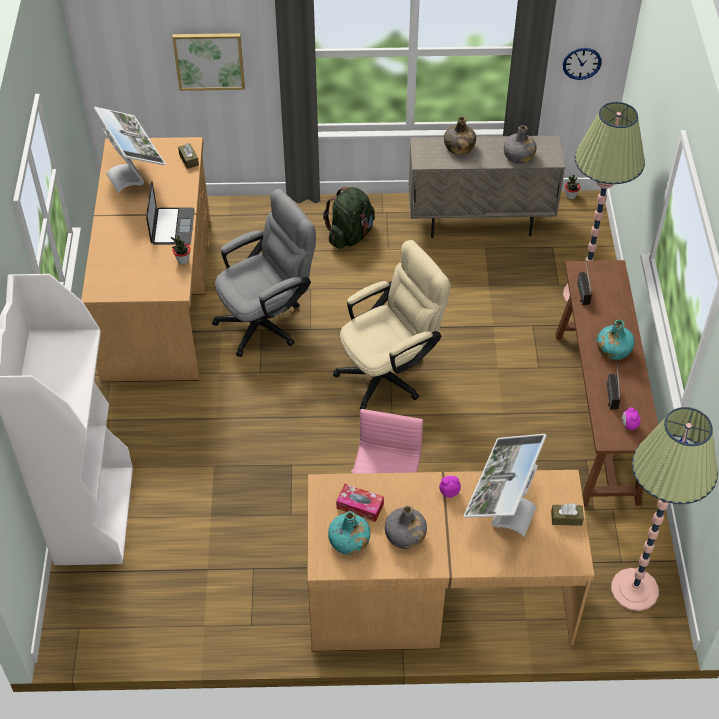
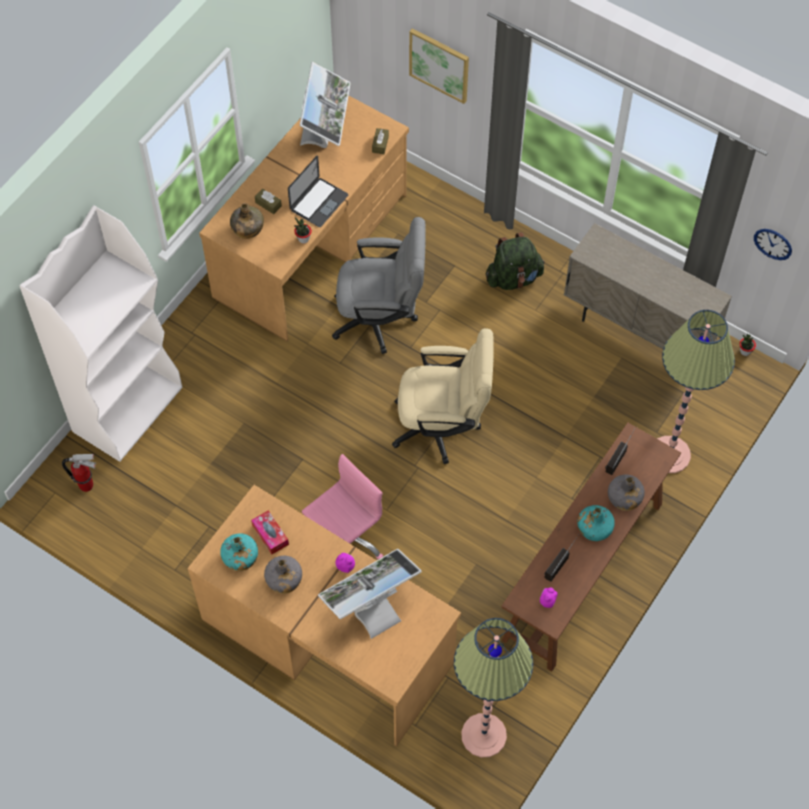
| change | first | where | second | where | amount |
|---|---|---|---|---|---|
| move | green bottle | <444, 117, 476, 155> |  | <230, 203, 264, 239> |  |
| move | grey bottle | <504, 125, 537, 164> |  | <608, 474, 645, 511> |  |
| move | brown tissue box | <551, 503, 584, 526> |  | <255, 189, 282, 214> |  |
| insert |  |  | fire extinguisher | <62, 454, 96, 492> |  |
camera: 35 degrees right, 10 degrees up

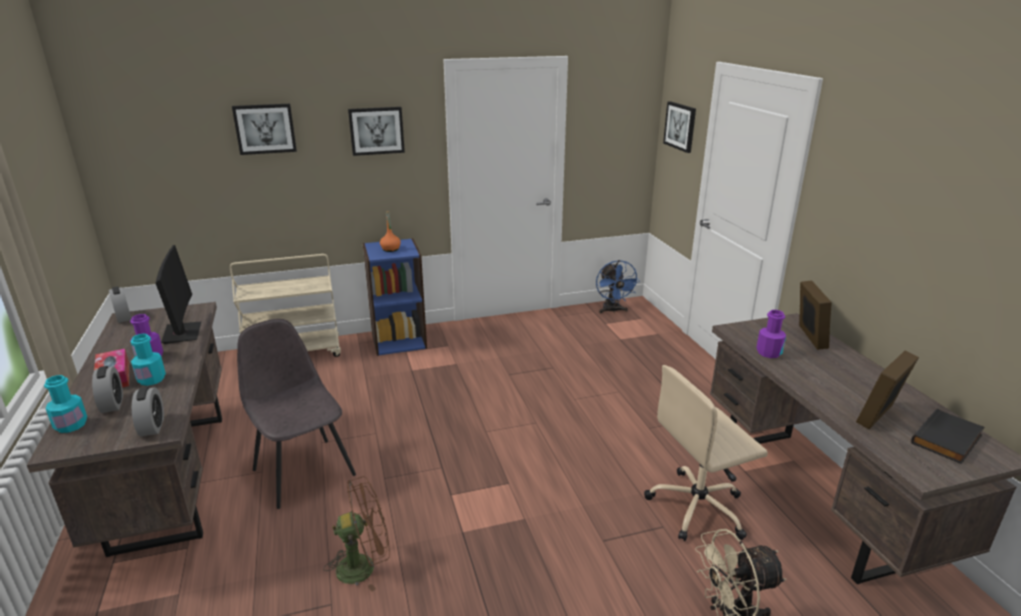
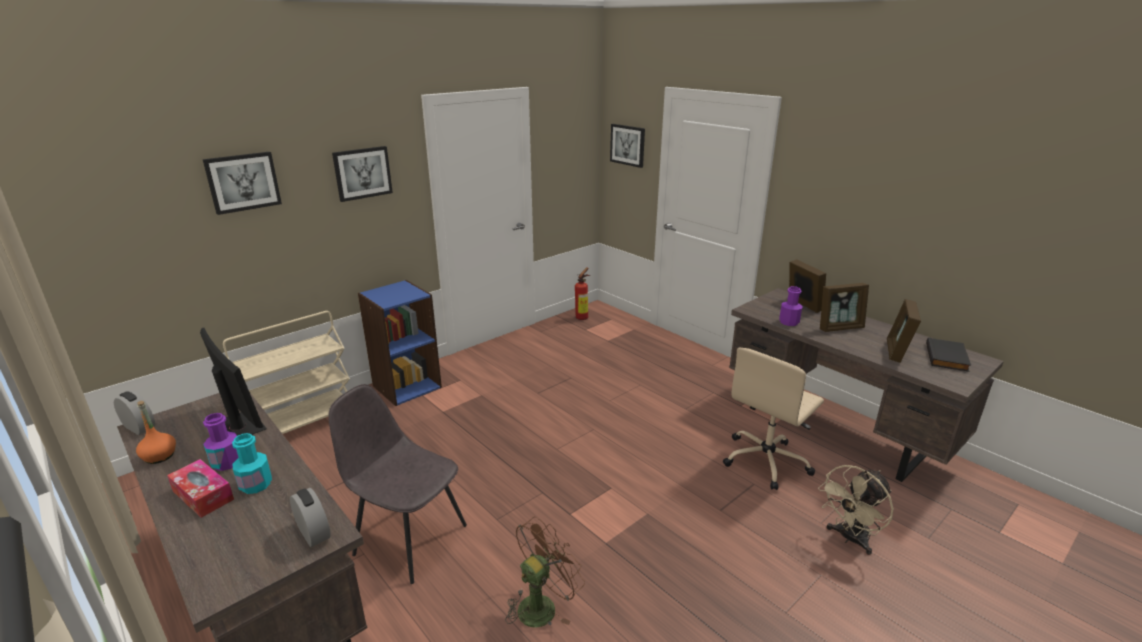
| change | first | where | second | where | amount |
|---|---|---|---|---|---|
| delete | turquoise bottle | <44, 375, 87, 433> |  |  |  |
| delete | alarm clock | <92, 366, 123, 413> |  |  |  |
| move | orange bottle | <380, 211, 401, 252> |  | <136, 401, 176, 464> |  |
| replace | blue fan | <596, 260, 640, 313> | fire extinguisher | <575, 267, 590, 320> |  |
| insert |  |  | picture frame | <820, 283, 869, 332> |  |
camera: 25 degrees left, 0 degrees up

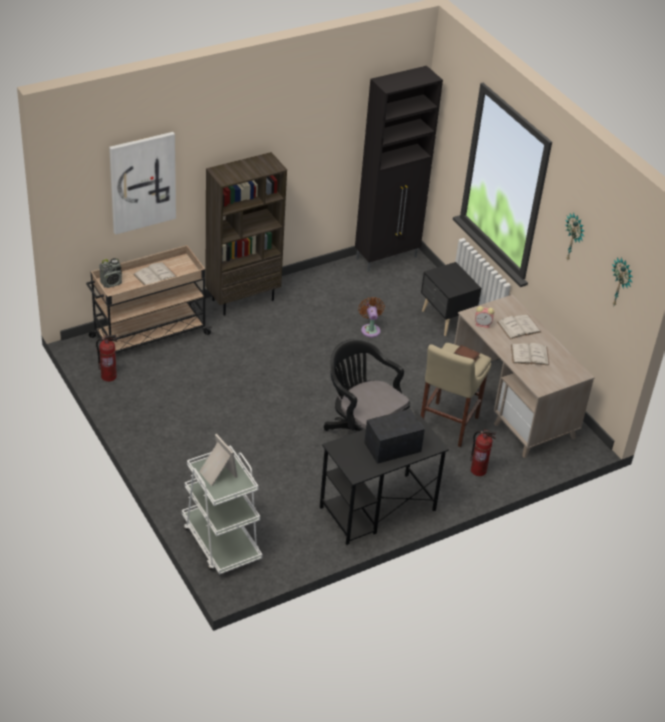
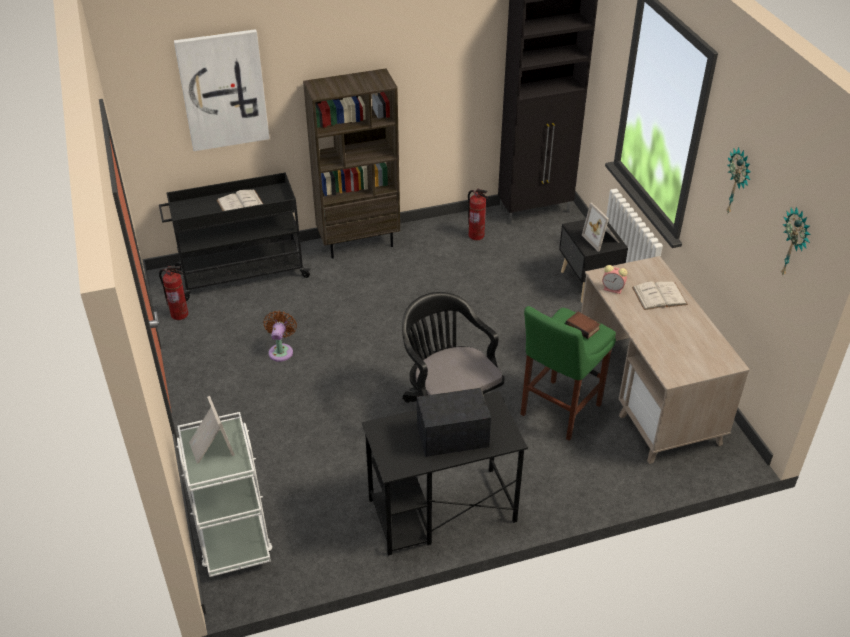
| change | first | where | second | where | amount |
|---|---|---|---|---|---|
| recolor | beige cart | <86, 245, 212, 353> | black cart | <159, 172, 311, 301> |  |
| delete | radio | <99, 258, 122, 288> |  |  |  |
| move | brown fan | <358, 297, 385, 337> |  | <264, 311, 297, 362> |  |
| recolor | beige stool | <421, 343, 491, 447> | green stool | <520, 306, 616, 441> |  |
| move | fire extinguisher | <470, 429, 496, 476> |  | <468, 189, 488, 240> |  |
| delete | white book | <511, 343, 549, 366> |  |  |  |
| insert |  |  | picture frame | <582, 203, 619, 252> |  |
camera: 15 degrees right, 0 degrees up

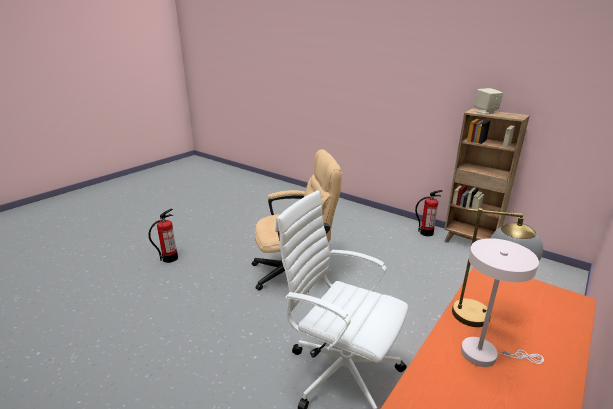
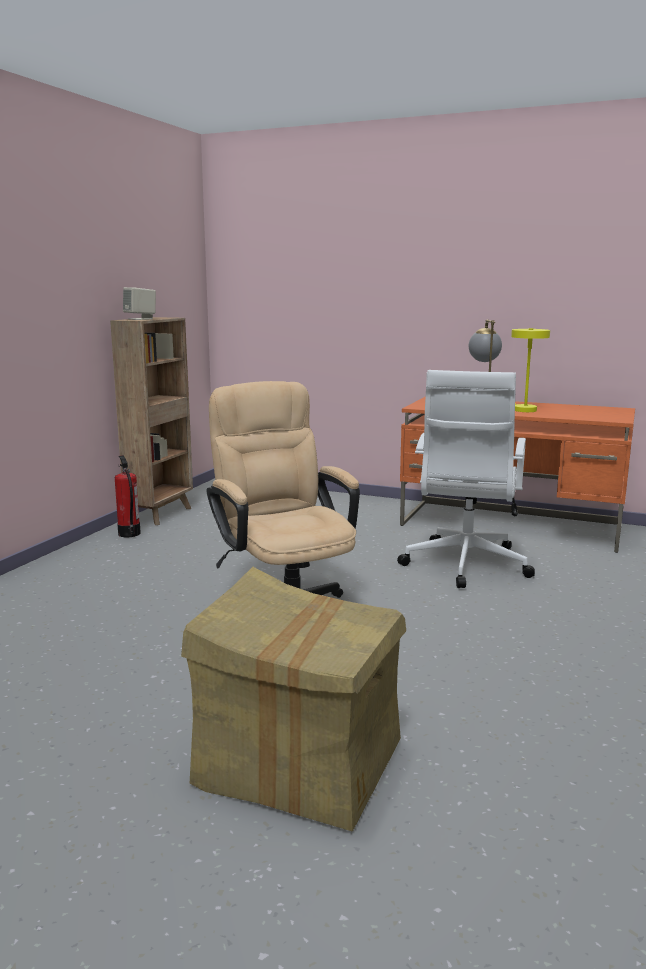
| change | first | where | second | where | amount |
|---|---|---|---|---|---|
| replace | fire extinguisher | <148, 209, 178, 263> | cardboard box | <181, 567, 406, 832> |  |
| recolor | white table lamp | <461, 238, 544, 367> | yellow table lamp | <511, 328, 550, 412> |  |
camera: 105 degrees left, 10 degrees down

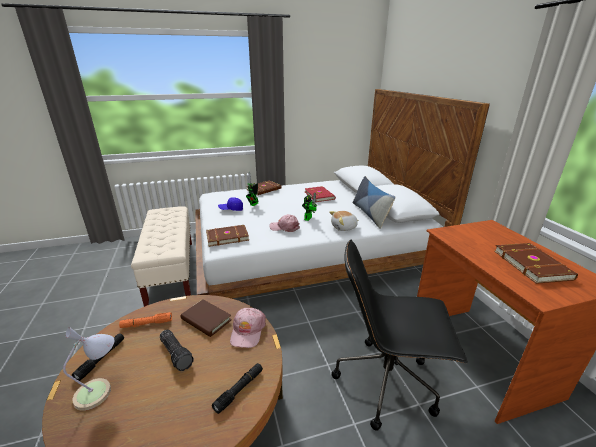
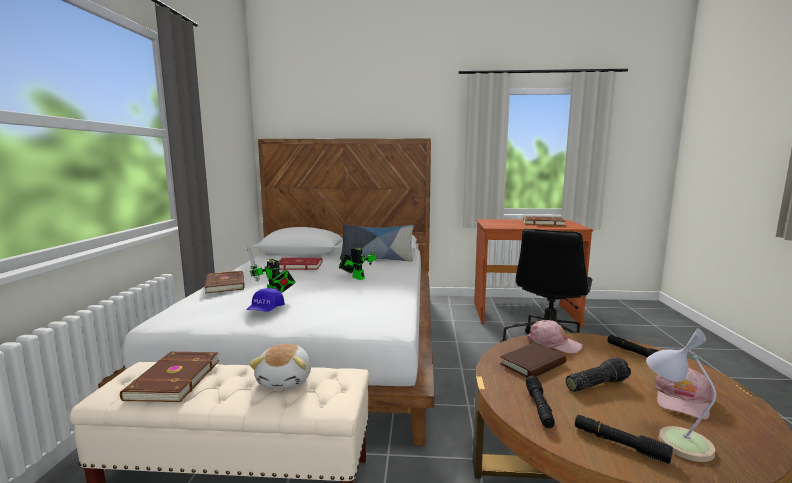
| change | first | where | second | where | amount |
|---|---|---|---|---|---|
| recolor | orange flashlight | <119, 312, 172, 328> | black flashlight | <526, 375, 555, 428> |  |
| move | brown book | <206, 225, 249, 247> |  | <120, 352, 219, 402> |  |
| move | pink cap | <269, 214, 300, 232> |  | <654, 368, 713, 419> |  |
| move | plush toy | <329, 211, 359, 231> |  | <249, 344, 311, 388> |  |
camera: 70 degrees left, 15 degrees down

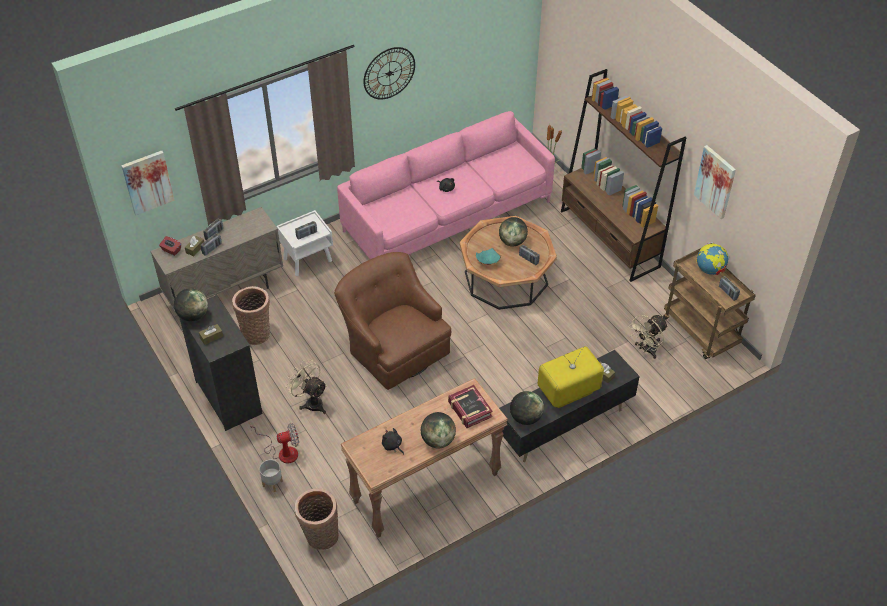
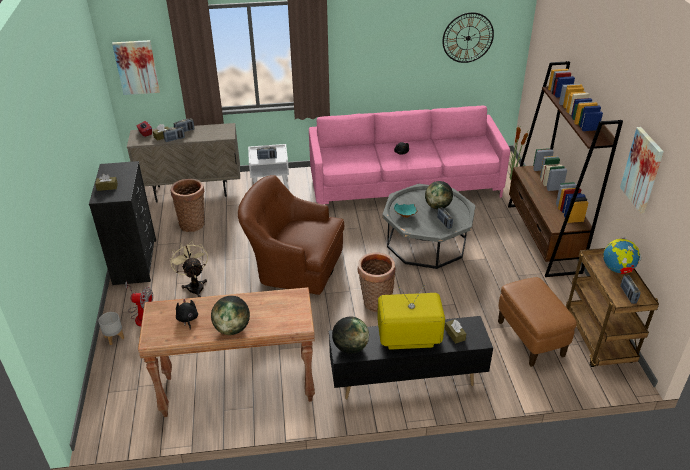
| change | first | where | second | where | amount |
|---|---|---|---|---|---|
| delete | globe | <174, 288, 208, 321> |  |  |  |
| move | basket | <295, 488, 339, 550> |  | <357, 253, 396, 312> |  |
| rotate | brown armchair | <334, 252, 451, 390> |  | <238, 175, 344, 295> | 60 degrees counterclockwise |
| move | wall clock | <364, 47, 415, 99> |  | <443, 12, 494, 63> |  |
| delete | book | <448, 385, 493, 428> |  |  |  |
| recolor | brown coffee table | <460, 216, 557, 310> | grey coffee table | <382, 184, 476, 269> |  |
| replace | beige fan | <628, 315, 668, 359> | brown ottoman | <498, 277, 577, 367> |  |
camera: 25 degrees right, 10 degrees down

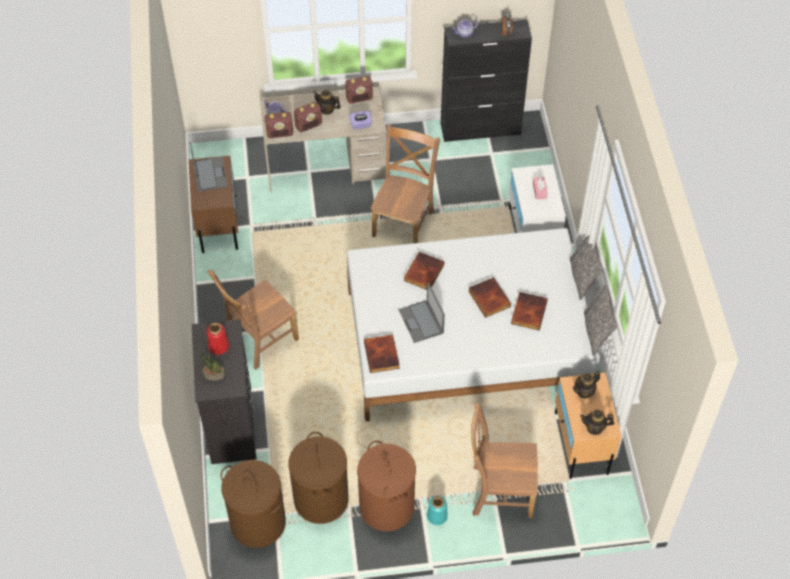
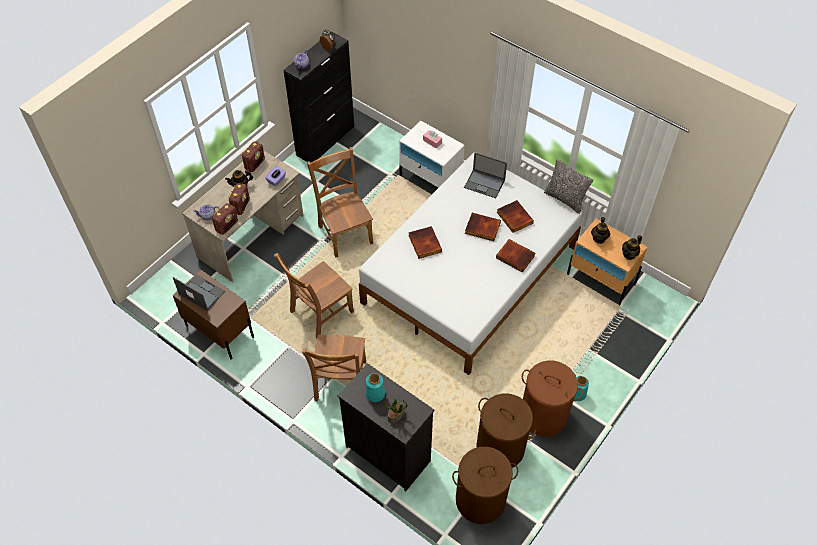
| change | first | where | second | where | amount |
|---|---|---|---|---|---|
| recolor | red vase | <207, 323, 229, 355> | turquoise vase | <365, 373, 385, 402> |  |
| move | book | <364, 335, 400, 373> |  | <496, 239, 535, 273> |  |
| move | laptop | <398, 282, 445, 343> |  | <464, 153, 507, 198> |  |
| move | brown chair | <471, 403, 538, 518> |  | <274, 253, 354, 338> |  |
| delete | pillow | <570, 235, 603, 300> |  |  |  |
camera: 45 degrees left, 0 degrees up

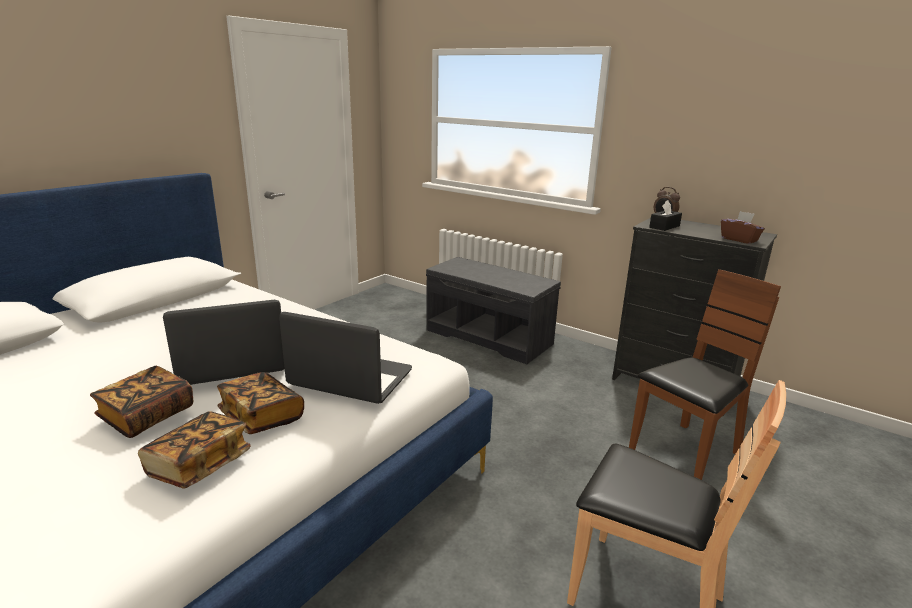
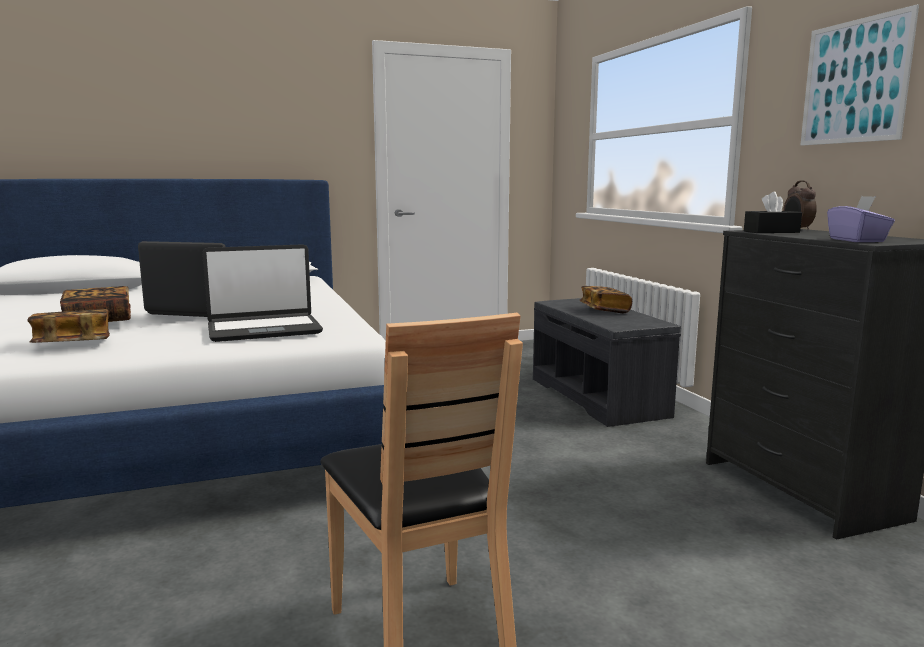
| change | first | where | second | where | amount |
|---|---|---|---|---|---|
| move | book | <217, 372, 304, 434> |  | <580, 286, 632, 313> |  |
| rotate | laptop | <279, 312, 412, 404> |  | <202, 244, 323, 342> | 105 degrees clockwise |
| delete | brown chair | <629, 269, 781, 480> |  |  |  |
| recolor | brown tissue box | <721, 211, 765, 244> | purple tissue box | <827, 196, 895, 242> |  |
| insert |  |  | picture | <800, 4, 919, 145> |  |
camera: 35 degrees right, 10 degrees down

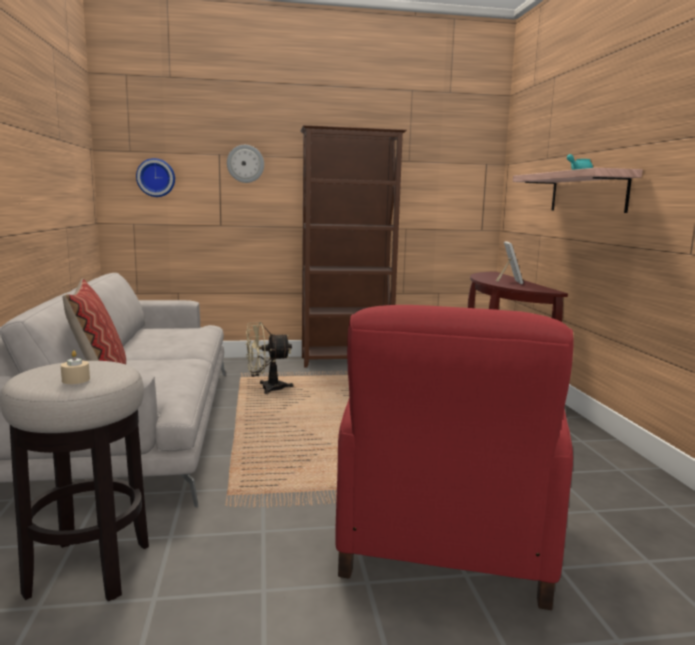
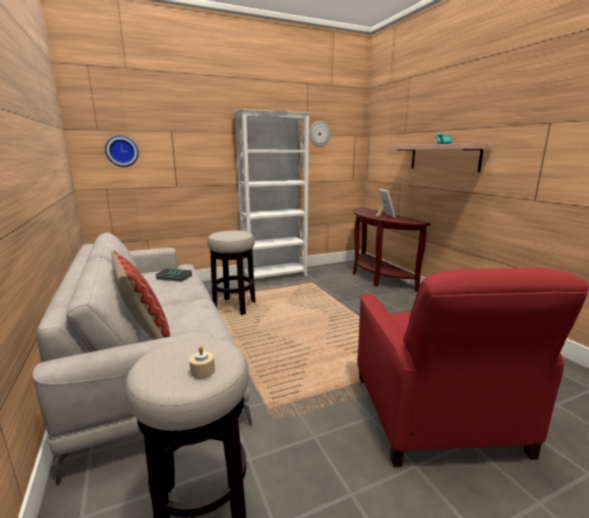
| change | first | where | second | where | amount |
|---|---|---|---|---|---|
| move | wall clock | <227, 145, 264, 183> |  | <309, 121, 331, 147> |  |
| replace | beige fan | <246, 322, 293, 394> | stool | <207, 231, 255, 315> |  |
| recolor | brown bookcase | <300, 125, 407, 367> | white bookcase | <233, 109, 312, 279> |  |
| insert |  |  | book | <155, 268, 192, 282> |  |
camera: 15 degrees left, 5 degrees up

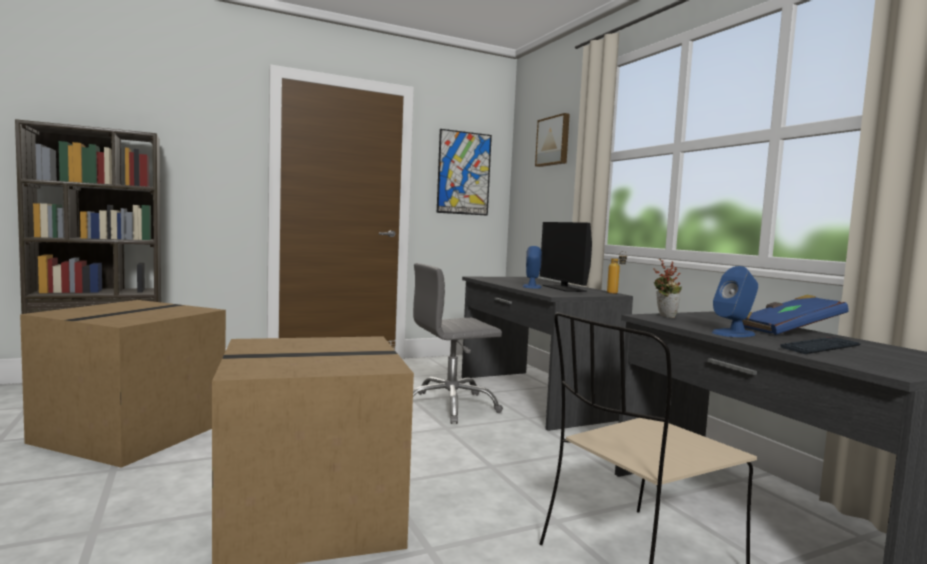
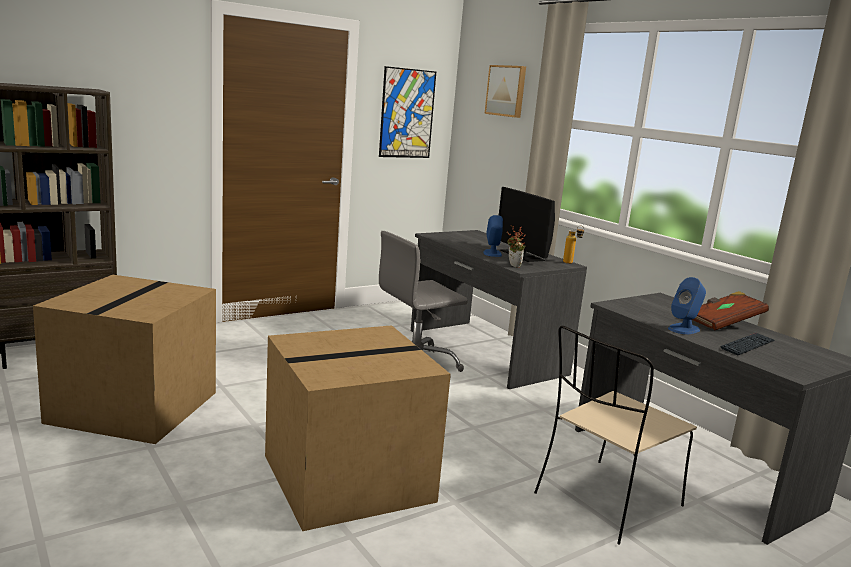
| change | first | where | second | where | amount |
|---|---|---|---|---|---|
| move | potted plant | <653, 259, 682, 318> |  | <507, 226, 526, 268> |  |
| recolor | blue book | <742, 295, 849, 335> | brown book | <692, 291, 769, 330> |  |
camera: 10 degrees left, 10 degrees up

